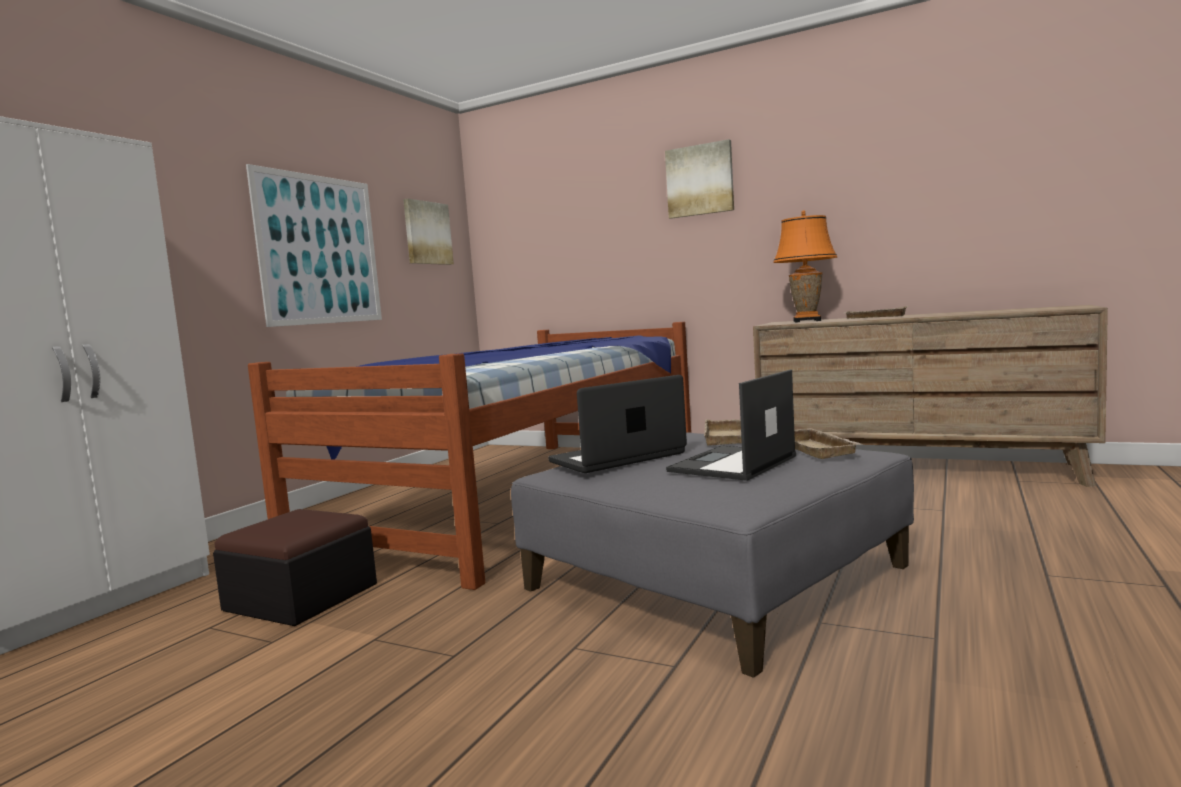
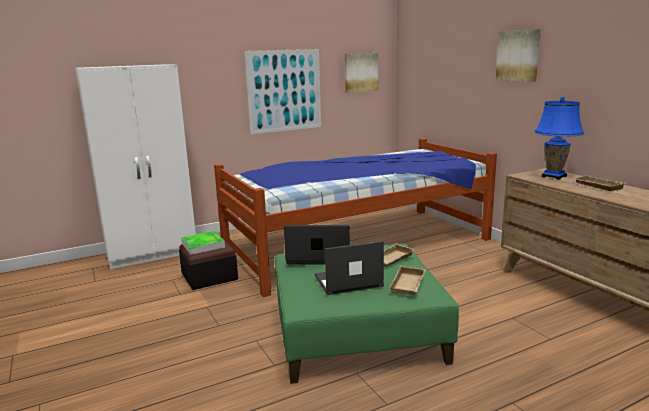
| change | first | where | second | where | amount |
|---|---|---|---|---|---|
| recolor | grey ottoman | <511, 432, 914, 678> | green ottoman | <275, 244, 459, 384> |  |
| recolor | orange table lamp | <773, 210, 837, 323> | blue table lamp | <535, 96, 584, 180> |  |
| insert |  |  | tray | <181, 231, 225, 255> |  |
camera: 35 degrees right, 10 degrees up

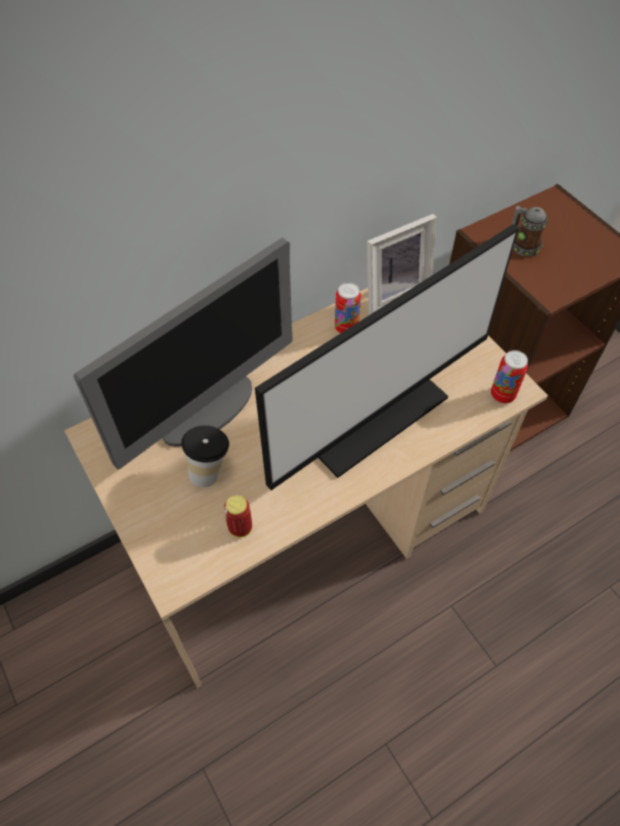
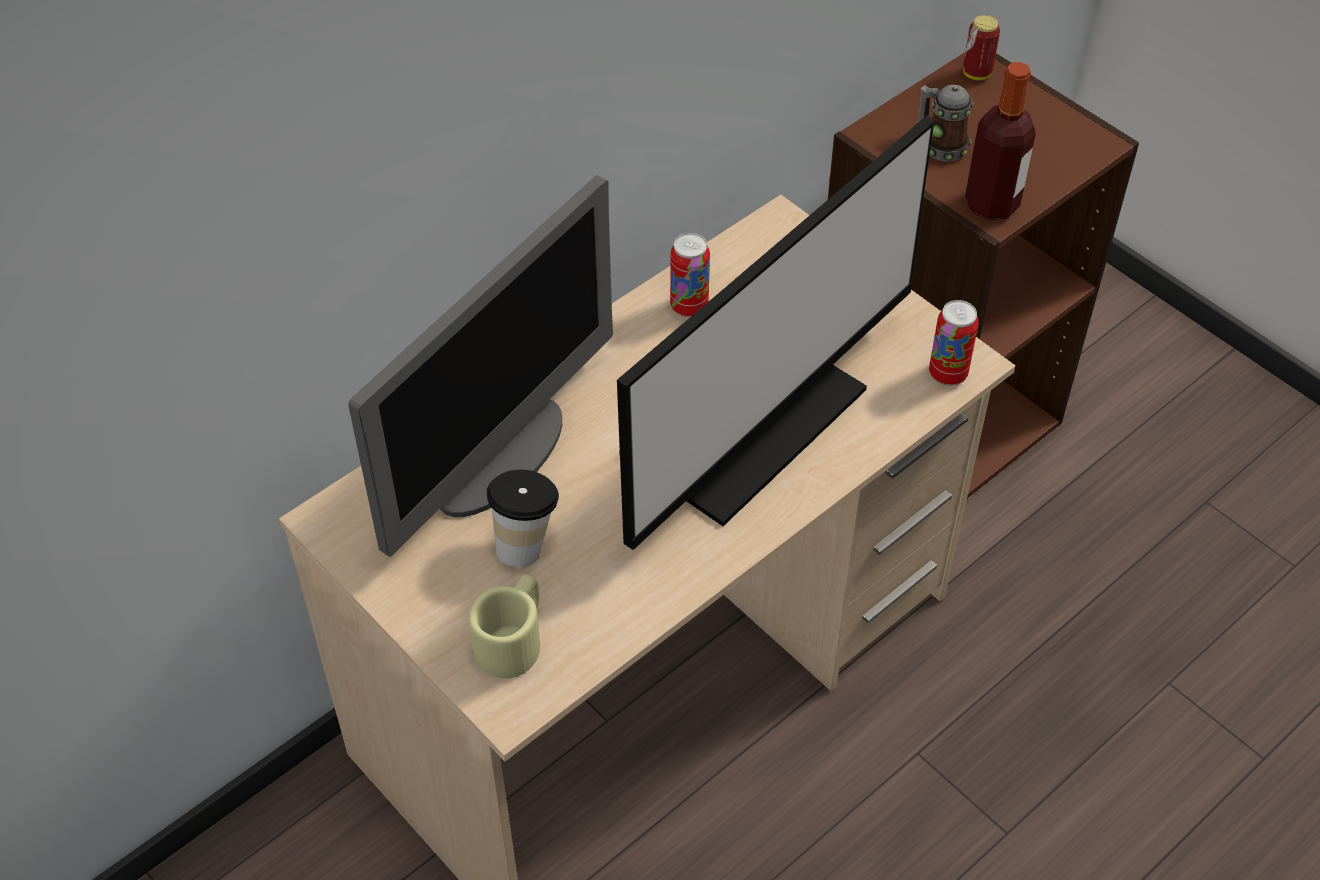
| change | first | where | second | where | amount |
|---|---|---|---|---|---|
| move | can | <224, 495, 252, 538> |  | <963, 15, 1000, 80> |  |
| delete | picture frame | <367, 214, 436, 316> |  |  |  |
| insert |  |  | beige mug | <469, 574, 540, 678> |  |
| insert |  |  | bottle | <965, 62, 1036, 220> |  |
camera: 10 degrees left, 5 degrees down

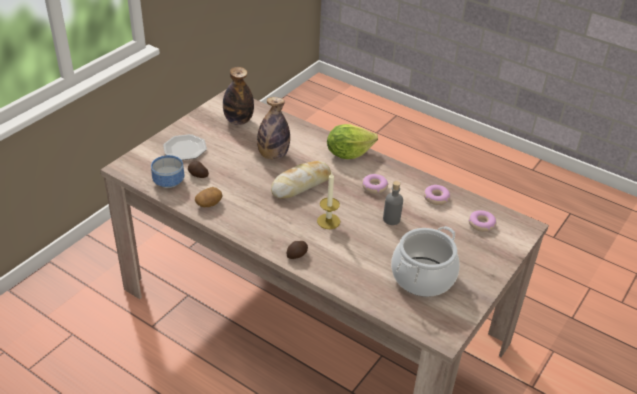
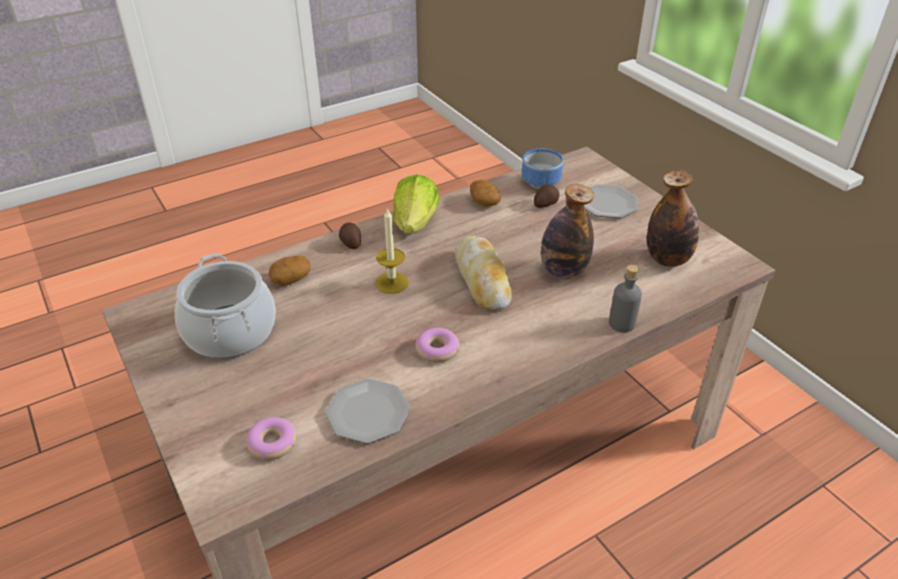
| change | first | where | second | where | amount |
|---|---|---|---|---|---|
| move | lettuce | <327, 124, 378, 159> |  | <393, 174, 439, 234> |  |
| move | grey bottle | <383, 181, 403, 225> |  | <609, 264, 642, 332> |  |
| replace | donut | <424, 185, 450, 205> | plate | <325, 379, 410, 444> |  |
| insert |  |  | potato | <269, 256, 311, 286> |  |
camera: 115 degrees right, 0 degrees up

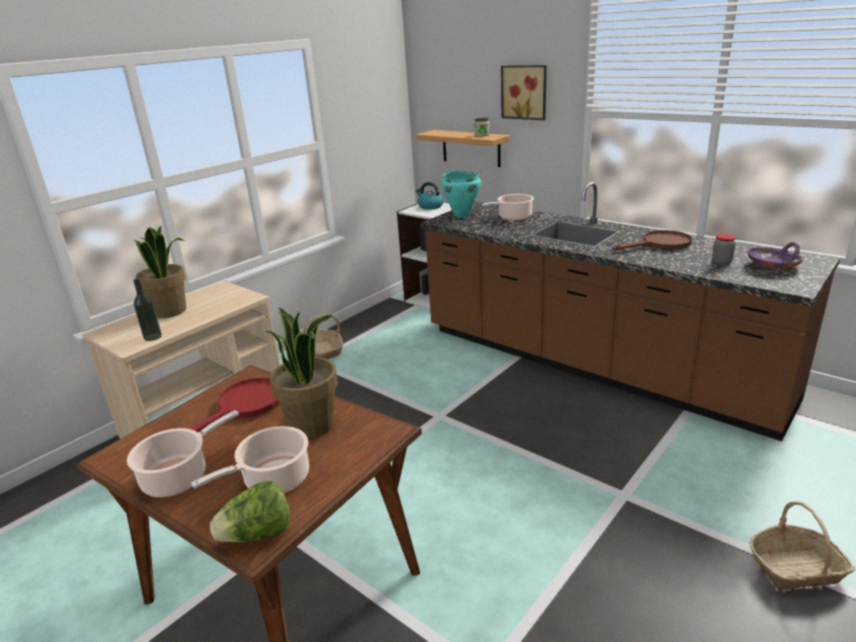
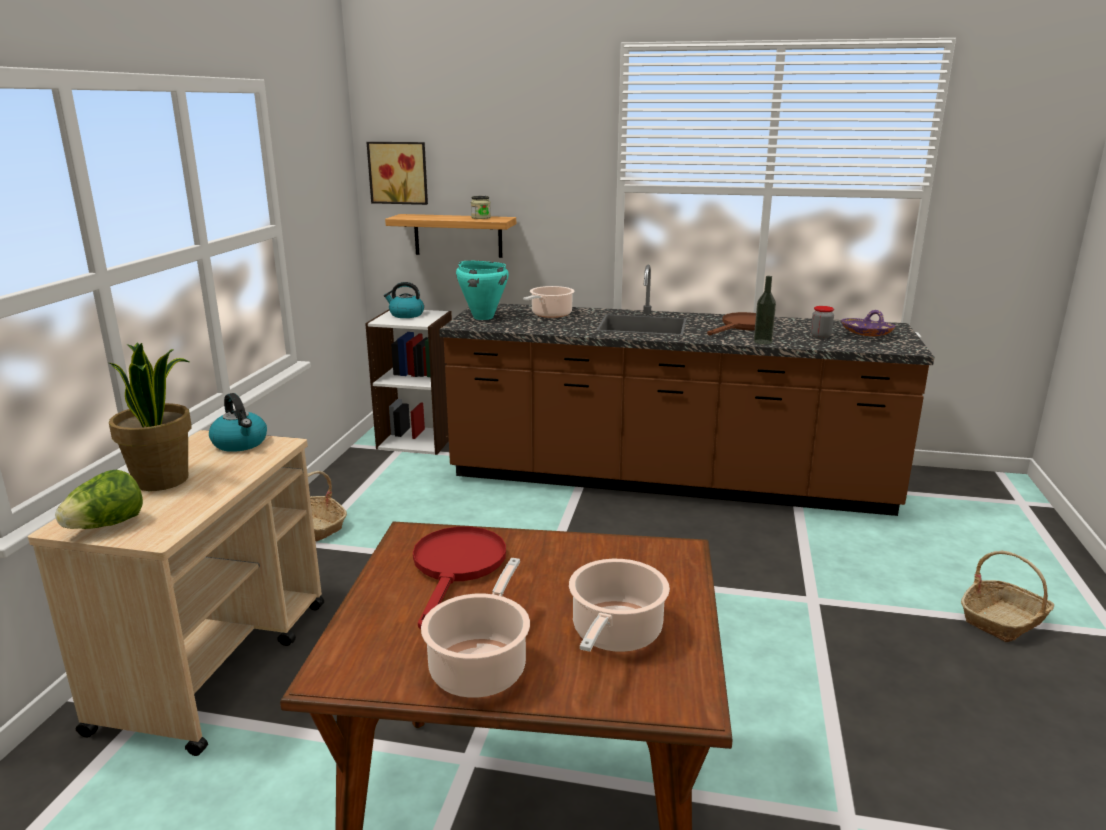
| change | first | where | second | where | amount |
|---|---|---|---|---|---|
| move | bottle | <133, 278, 162, 341> |  | <754, 276, 776, 345> |  |
| move | lettuce | <210, 481, 290, 543> |  | <55, 469, 143, 529> |  |
| delete | potted plant | <266, 307, 338, 438> |  |  |  |
| move | picture | <501, 65, 547, 120> |  | <367, 142, 428, 205> |  |
| insert |  |  | kettle | <209, 393, 267, 452> |  |
camera: 30 degrees left, 5 degrees down

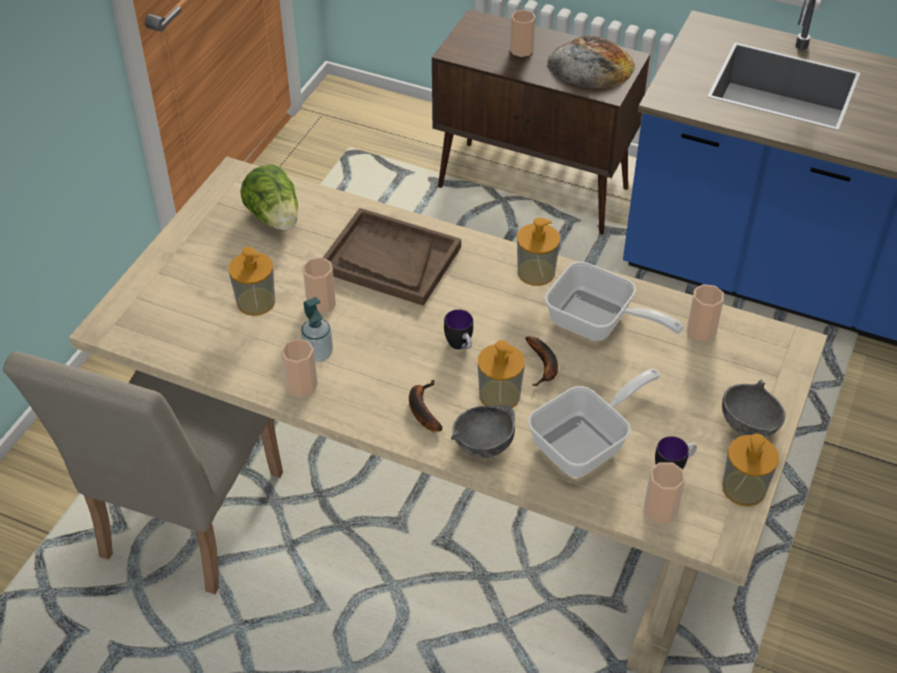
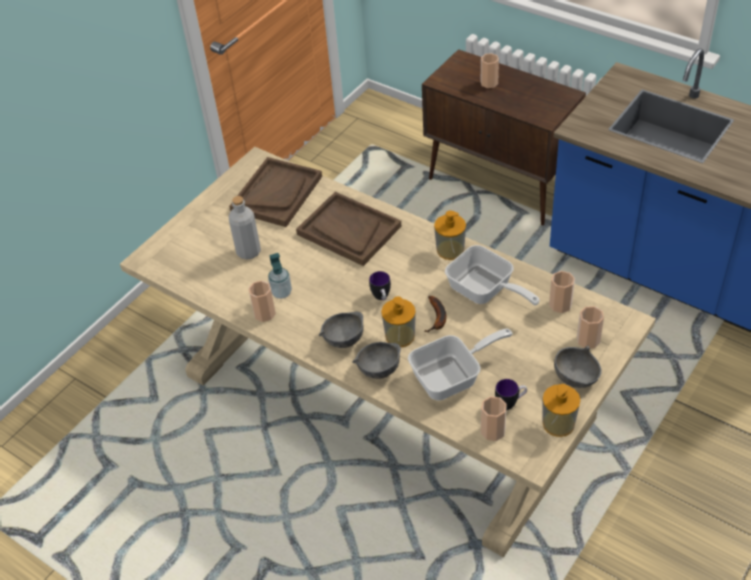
| change | first | where | second | where | amount |
|---|---|---|---|---|---|
| delete | beige chair | <3, 351, 283, 594> |  |  |  |
| replace | soap dispenser | <229, 247, 275, 316> | grey bottle | <229, 196, 261, 259> |  |
| replace | lettuce | <240, 165, 298, 231> | brown tray | <229, 157, 322, 227> |  |
| move | cup | <302, 257, 336, 313> |  | <577, 306, 604, 349> |  |
| replace | banana | <409, 380, 442, 432> | grey bowl | <319, 312, 364, 348> |  |
| delete | bread | <547, 36, 635, 88> |  |  |  |
camera: 15 degrees right, 0 degrees up

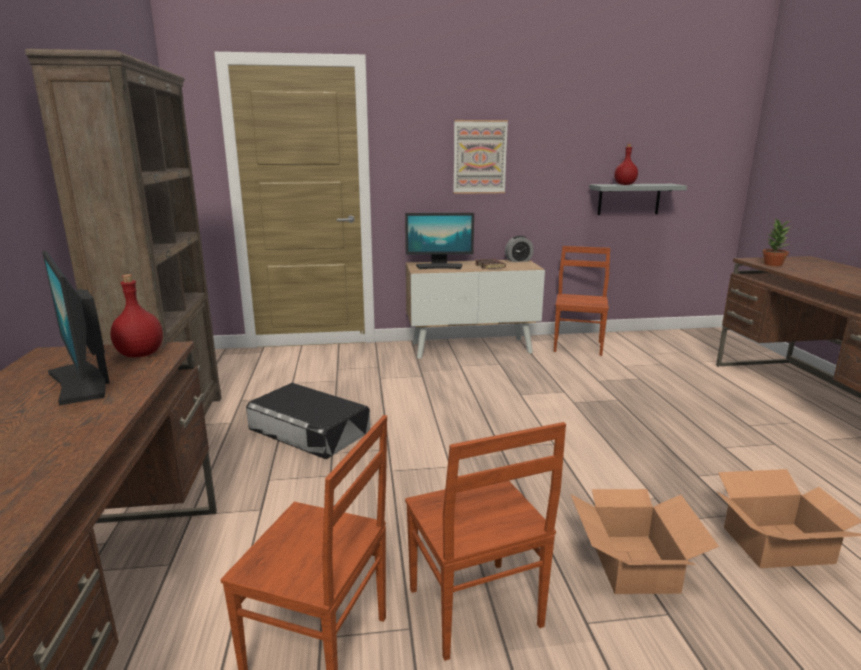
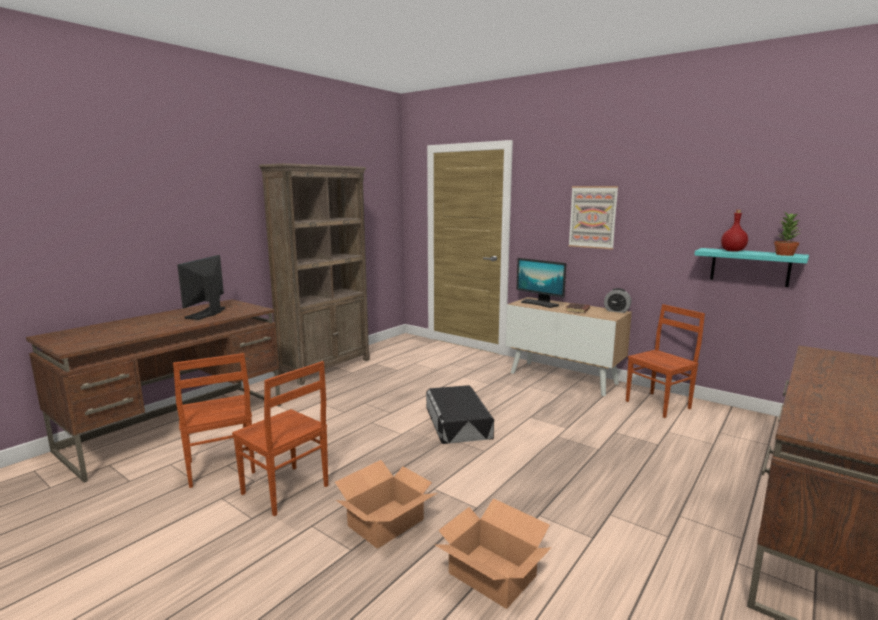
| change | first | where | second | where | amount |
|---|---|---|---|---|---|
| delete | red bottle | <110, 274, 163, 357> |  |  |  |
| move | black storage box | <246, 383, 370, 459> |  | <426, 385, 494, 444> |  |
| rotate | brown chair | <405, 422, 566, 661> |  | <232, 361, 328, 516> | 75 degrees counterclockwise |
| recolor | grey shelf | <589, 184, 687, 215> | turquoise shelf | <694, 248, 809, 287> |  |
| move | potted plant | <762, 218, 792, 266> |  | <774, 212, 799, 256> |  |
camera: 45 degrees right, 5 degrees down

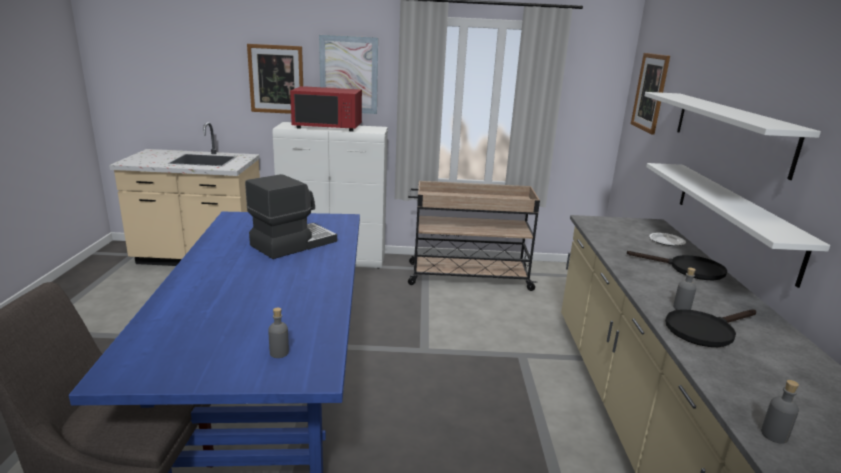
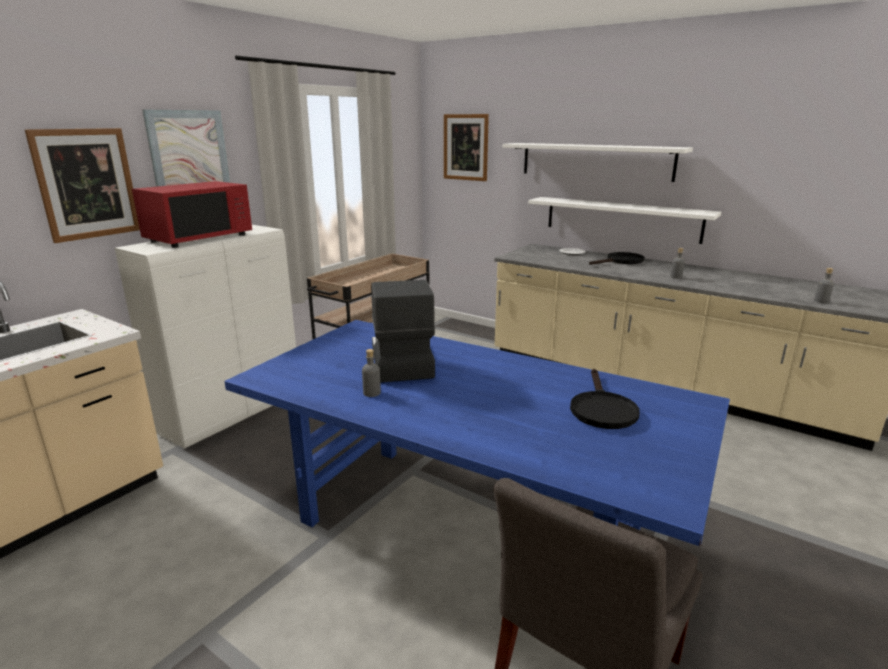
| change | first | where | second | where | amount |
|---|---|---|---|---|---|
| move | grey bottle | <268, 308, 289, 358> |  | <362, 349, 381, 397> |  |
| move | black frying pan | <665, 309, 756, 347> |  | <570, 369, 640, 429> |  |
camera: 55 degrees left, 0 degrees up

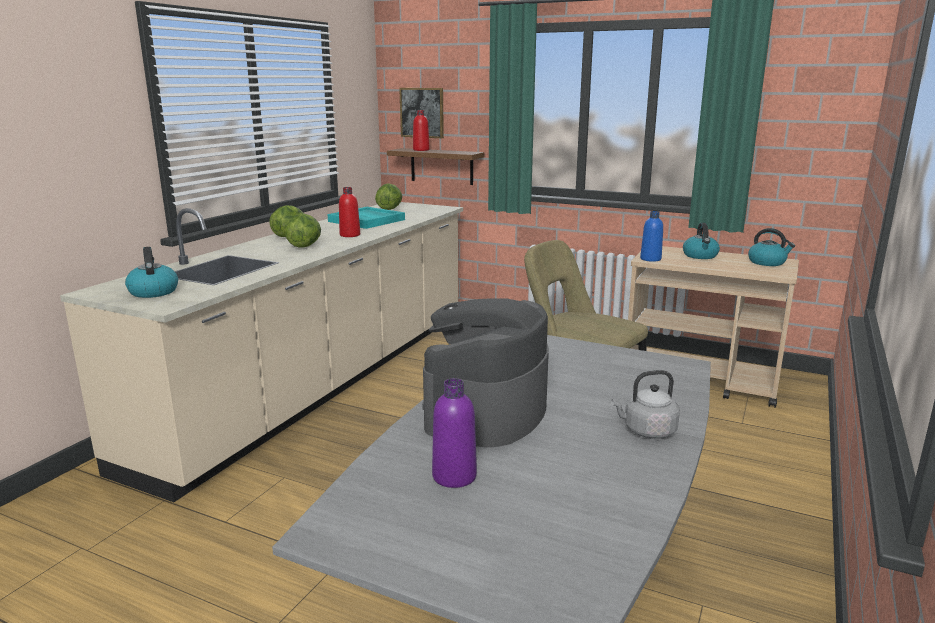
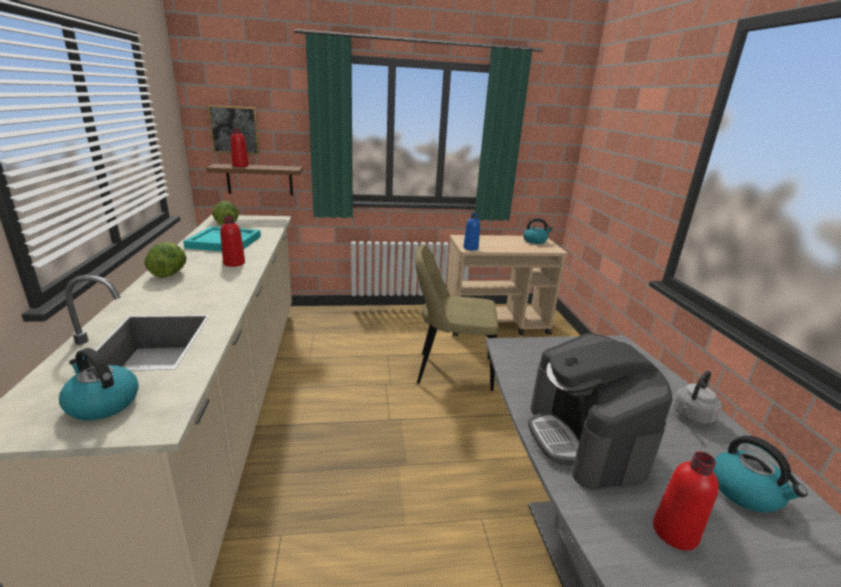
| change | first | where | second | where | amount |
|---|---|---|---|---|---|
| delete | lettuce | <285, 213, 321, 248> |  |  |  |
| recolor | purple bottle | <432, 378, 477, 488> | red bottle | <653, 451, 719, 551> |  |
| move | kettle | <683, 223, 720, 259> |  | <713, 436, 808, 513> |  |
camera: 35 degrees left, 5 degrees up

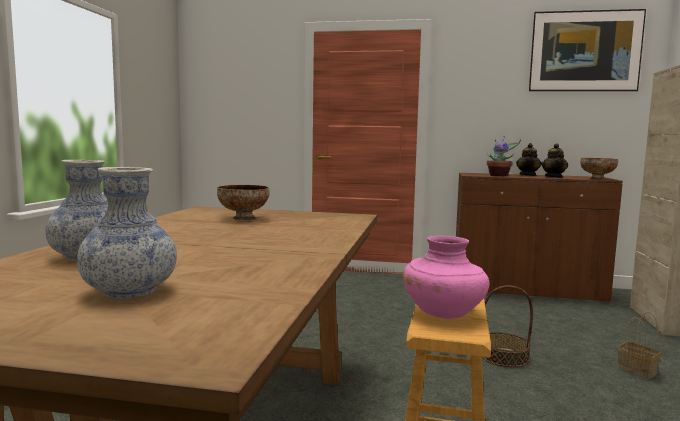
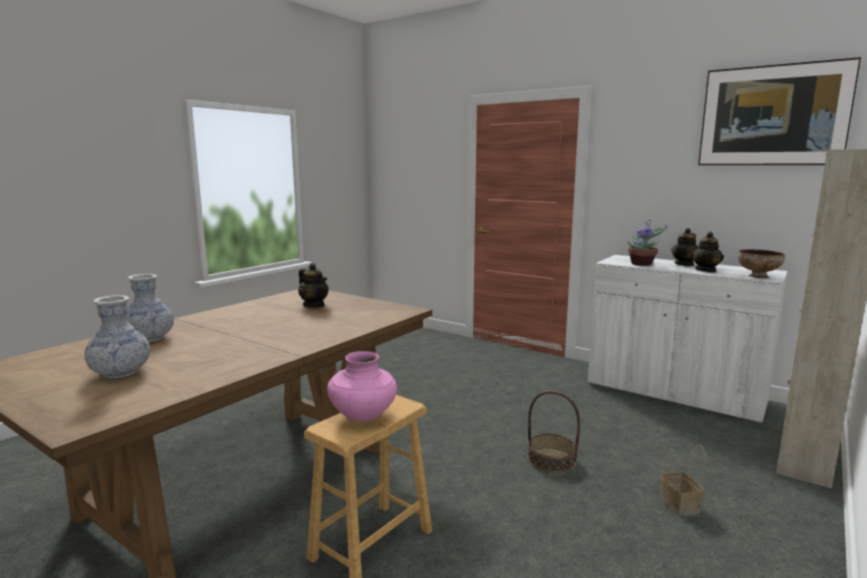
| change | first | where | second | where | amount |
|---|---|---|---|---|---|
| replace | bowl | <217, 185, 269, 220> | teapot | <298, 263, 329, 308> |  |
| recolor | brown cabinet | <456, 173, 623, 303> | white cabinet | <588, 255, 788, 424> |  |
camera: 25 degrees right, 5 degrees up

